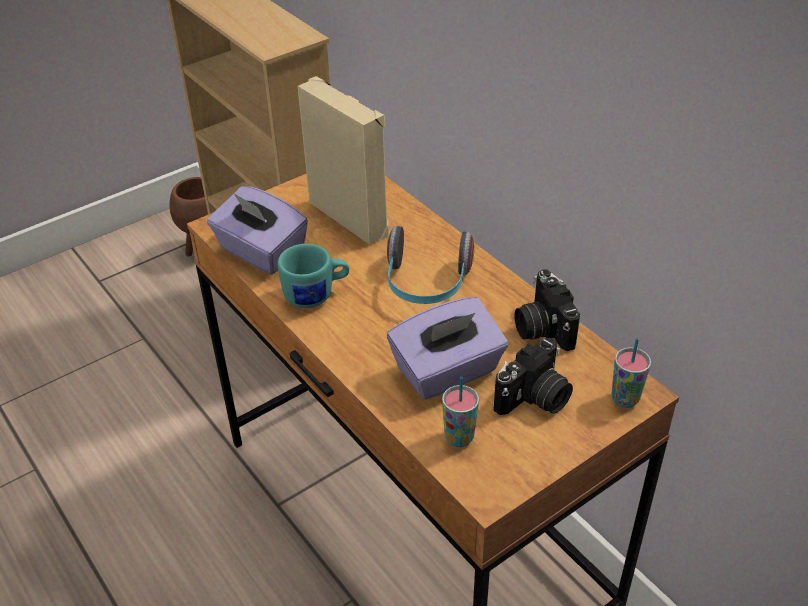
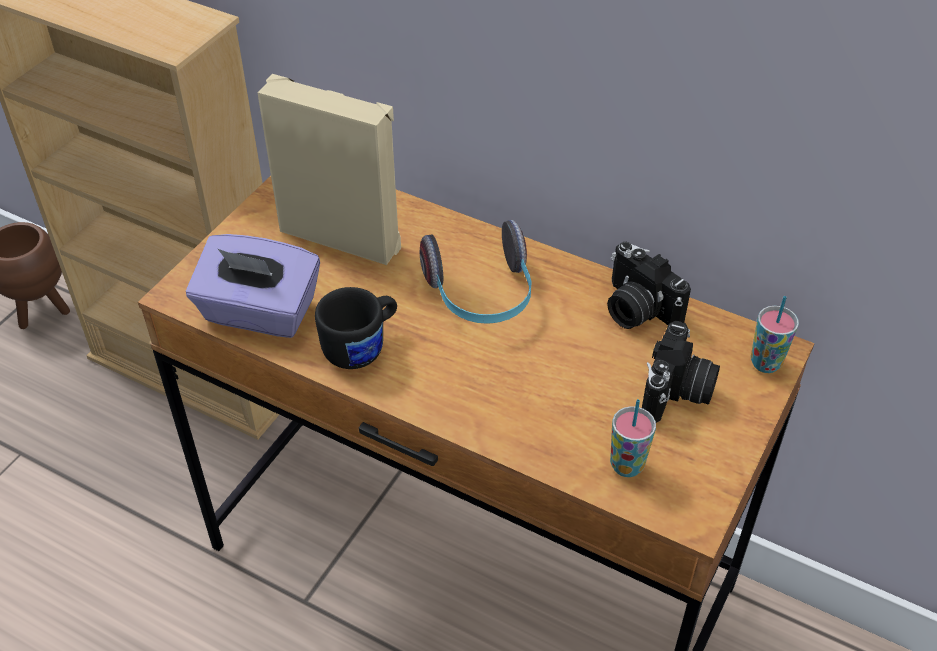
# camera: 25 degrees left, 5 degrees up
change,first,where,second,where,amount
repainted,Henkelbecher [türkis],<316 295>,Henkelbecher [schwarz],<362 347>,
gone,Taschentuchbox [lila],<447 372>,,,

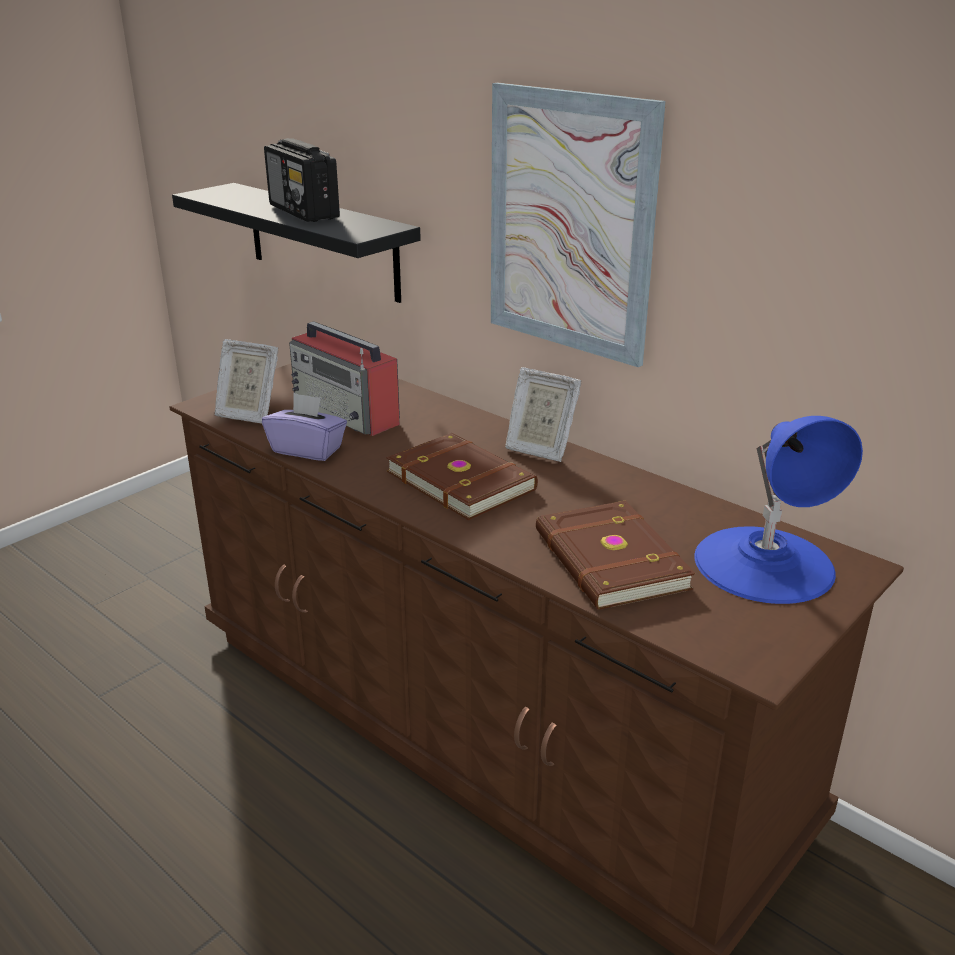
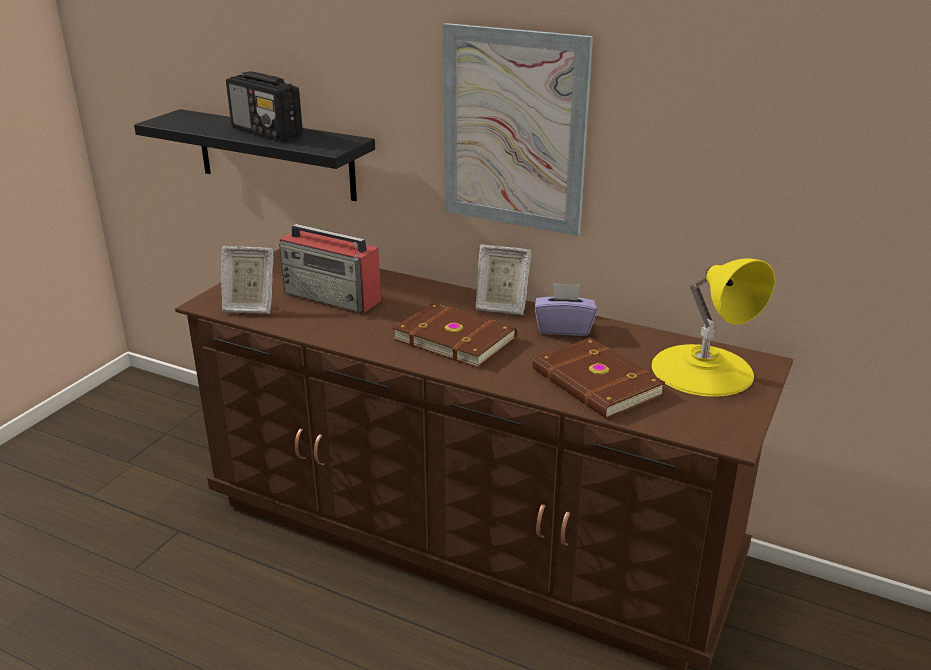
# camera: 15 degrees left, 0 degrees up
change,first,where,second,where,amount
shifted,Taschentuchbox [lila],<307 449>,,<563 328>,
repainted,Tischlampe [blau],<764 563>,Tischlampe [gelb],<702 369>,

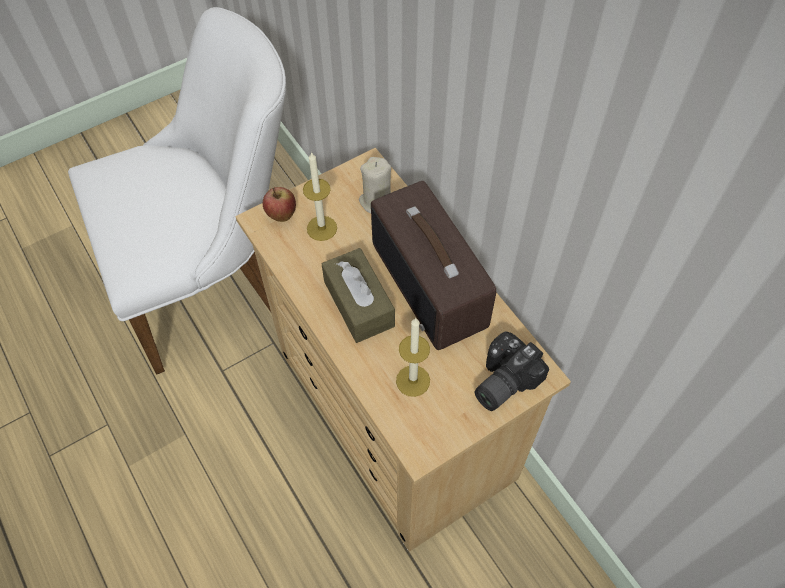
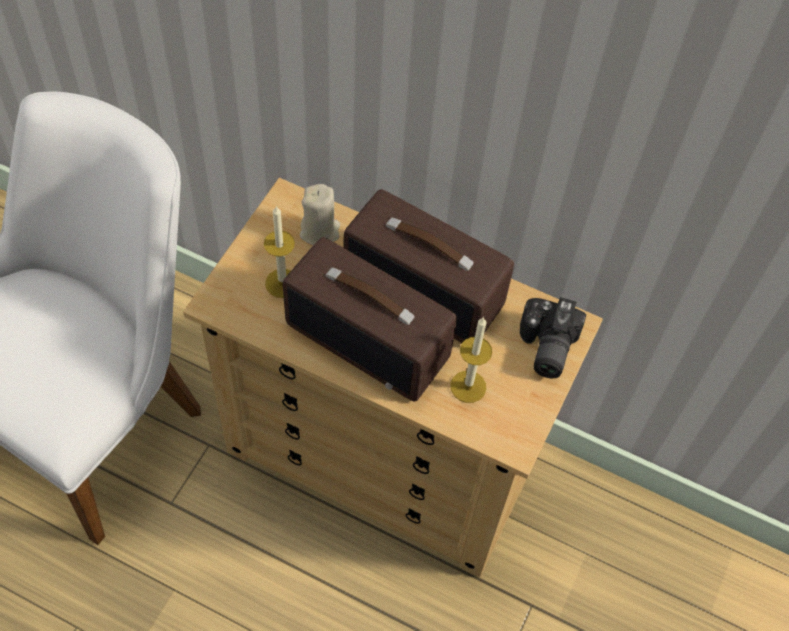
# camera: 35 degrees left, 0 degrees up
change,first,where,second,where,amount
swapped,Taschentuchbox [braun],<359 304>,Radio,<370 340>,
gone,Apfel,<281 216>,,,

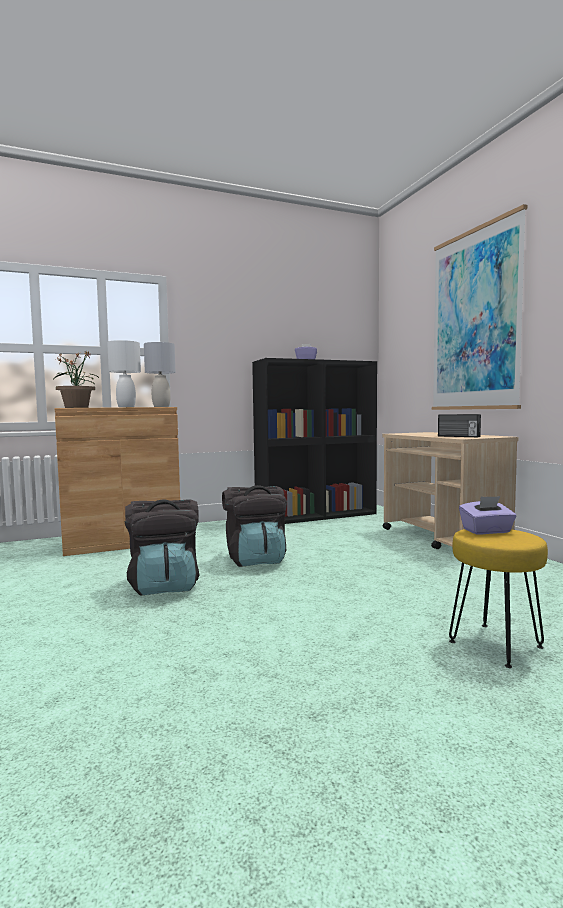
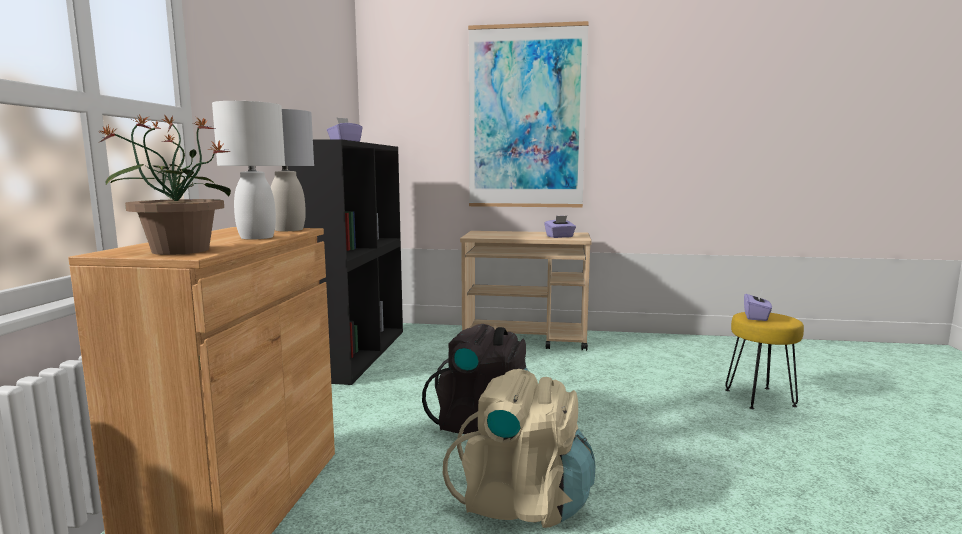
# camera: 60 degrees left, 5 degrees up
change,first,where,second,where,amount
repainted,Rucksack [schwarz],<165 586>,Rucksack [beige],<522 502>,
swapped,Radio,<458 436>,Taschentuchbox [lila],<560 237>,

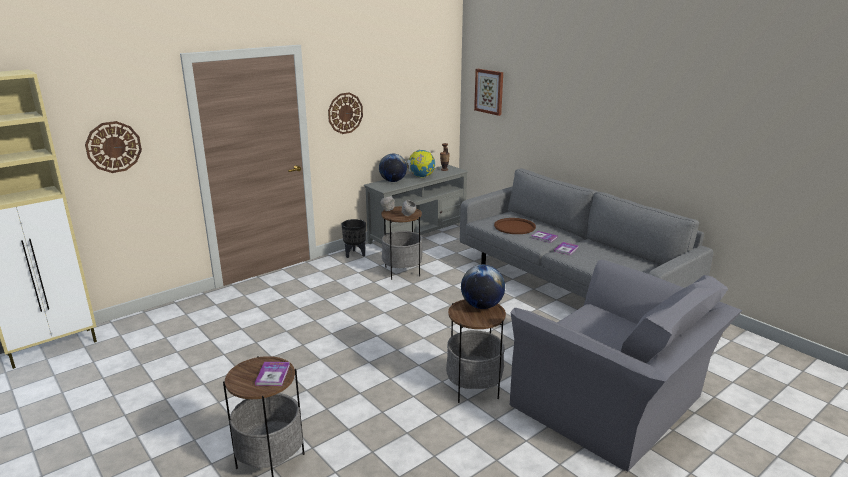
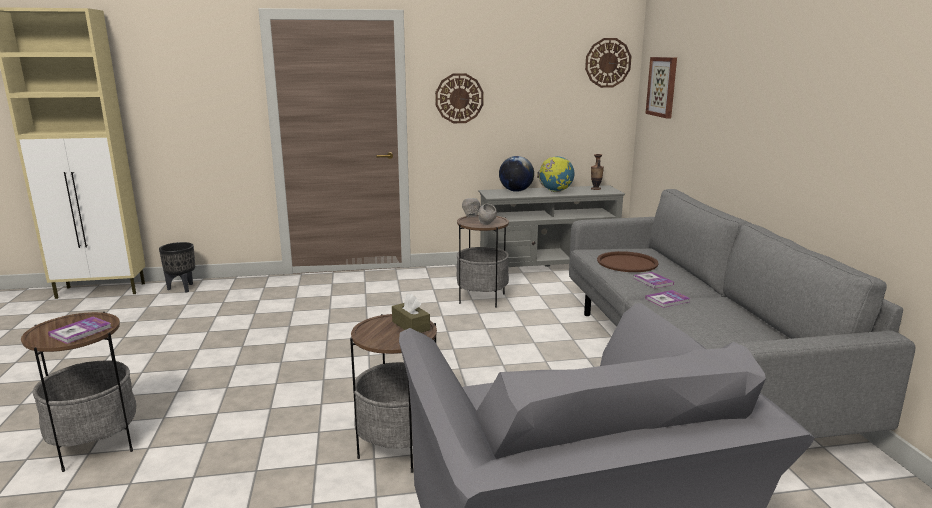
# camera: 30 degrees right, 5 degrees down
change,first,where,second,where,amount
shifted,Pflanzkübel [schwarz],<355 254>,,<182 288>,
swapped,Globus,<482 306>,Taschentuchbox [braun],<410 326>,
shifted,Wanduhr,<113 147>,,<608 63>,

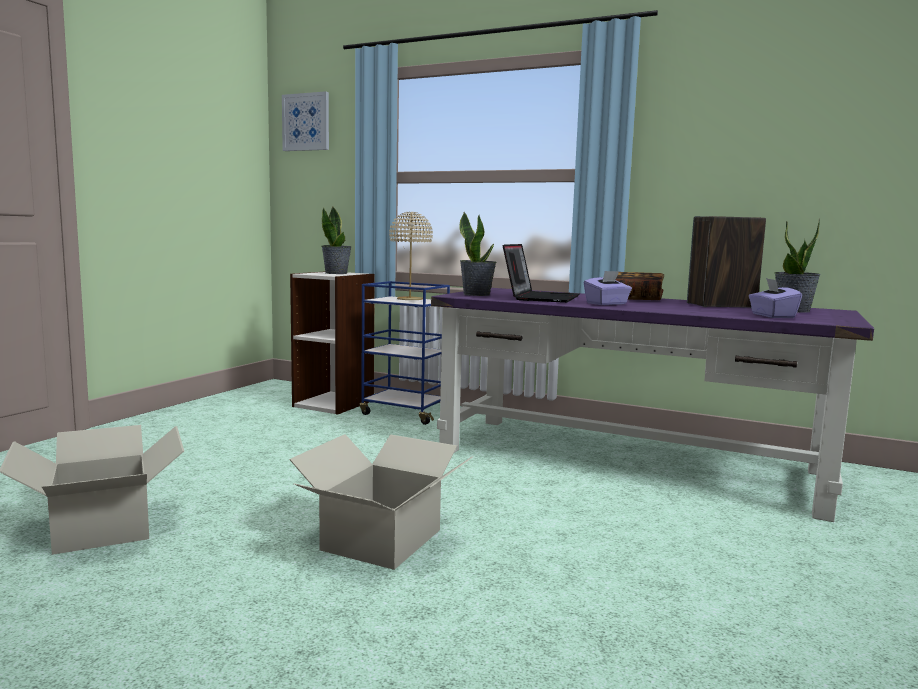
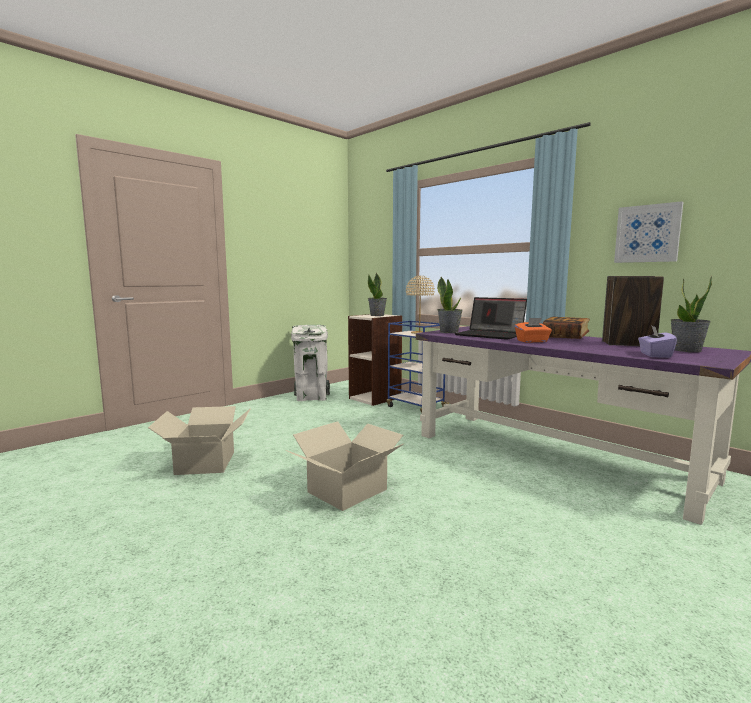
# camera: 20 degrees right, 0 degrees up
change,first,where,second,where,amount
new,,,Mülleimer [weiß],<311 397>,
rotated,Laptop,<540 298>,,<491 335>,90 degrees clockwise
repainted,Taschentuchbox [lila],<606 304>,Taschentuchbox [orange],<532 341>,
shifted,Bild,<306 122>,,<647 233>,

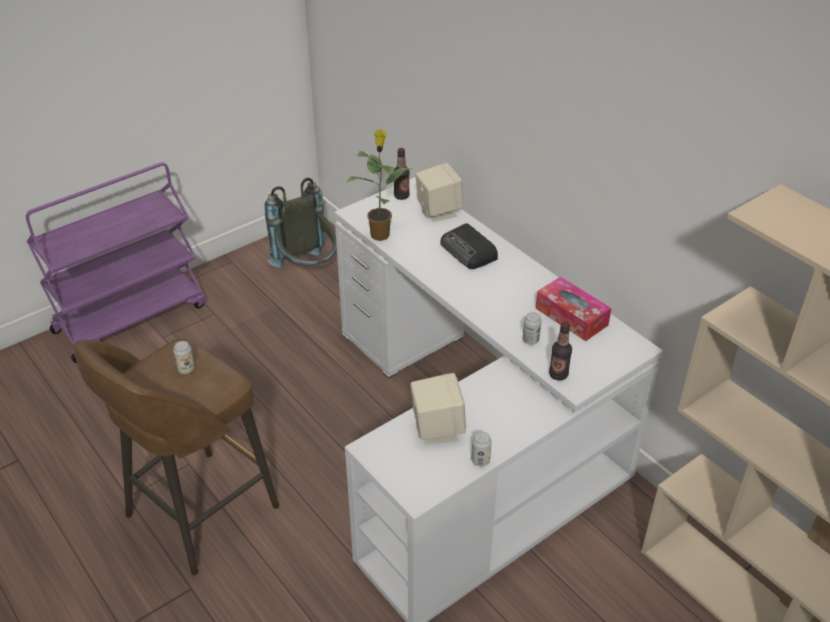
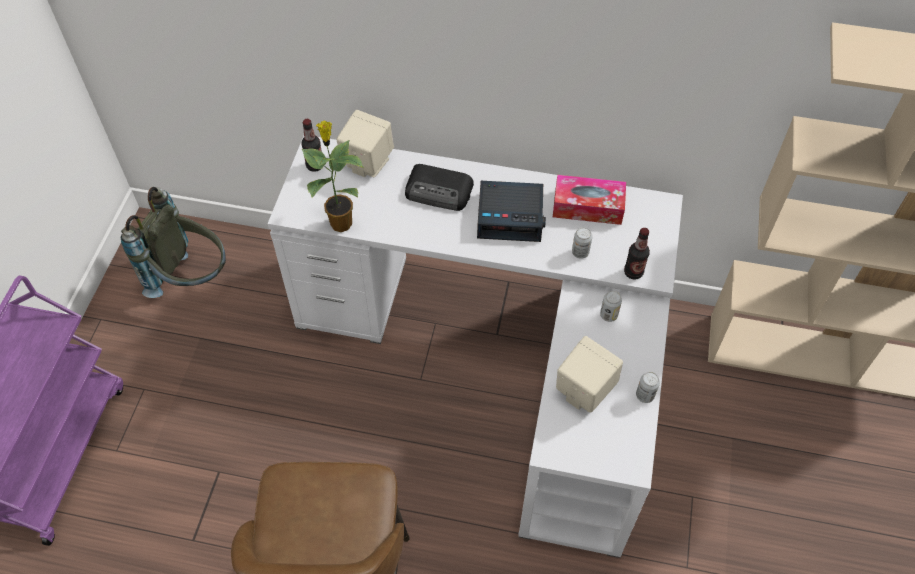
# camera: 40 degrees left, 15 degrees up
change,first,where,second,where,amount
new,,,Wecker,<511 216>,
shifted,Dose,<186 369>,,<608 315>,

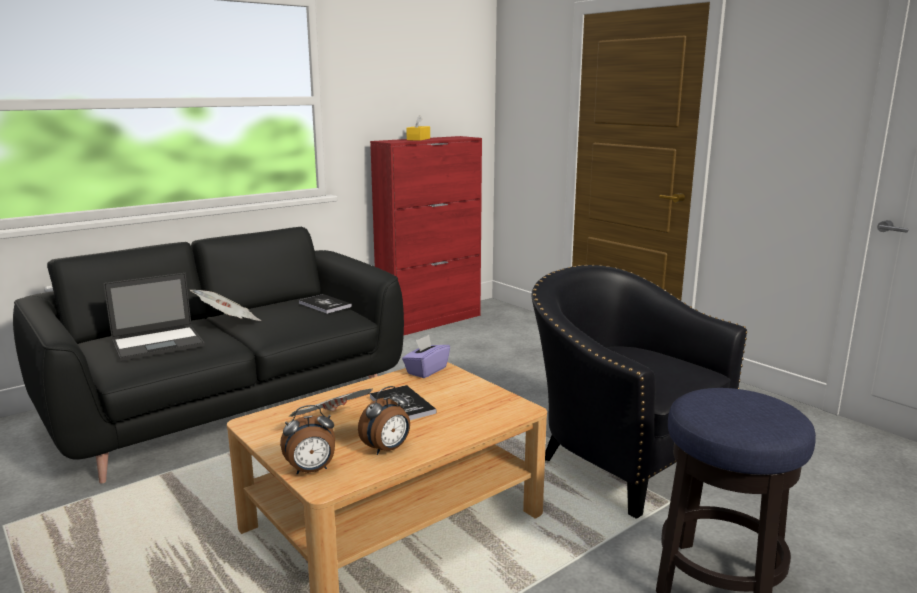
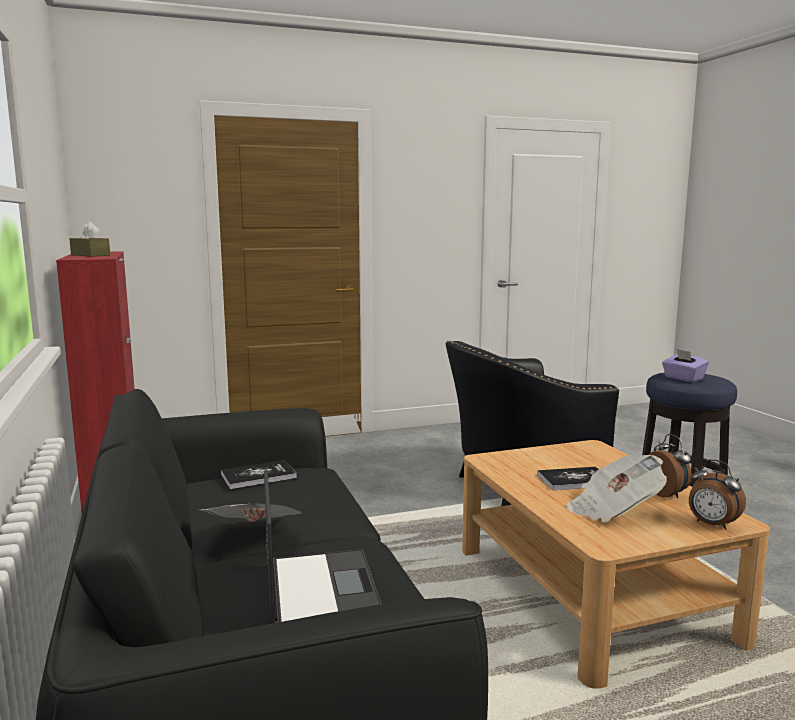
# camera: 70 degrees left, 5 degrees down
change,first,where,second,where,amount
repainted,Taschentuchbox [gelb],<418 139>,Taschentuchbox [braun],<90 255>,
shifted,Taschentuchbox [lila],<426 370>,,<683 378>,
rotated,Wecker,<311 470>,,<712 525>,135 degrees clockwise

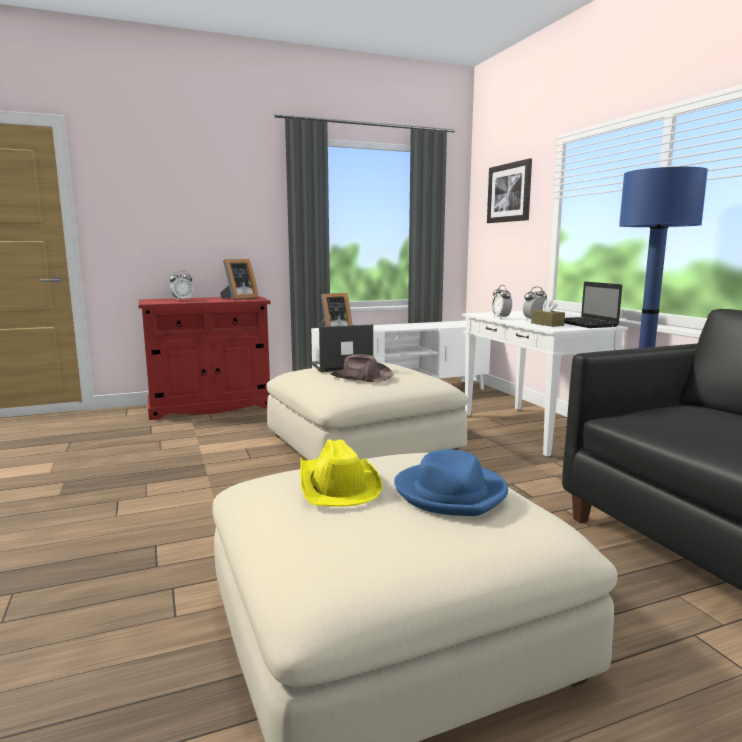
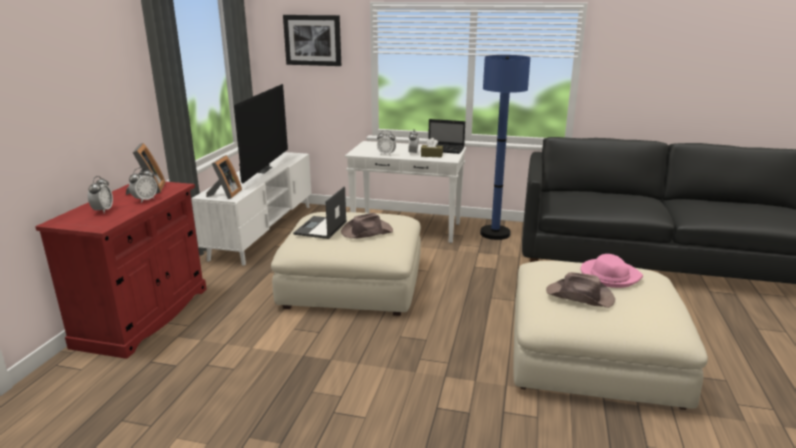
# camera: 55 degrees left, 10 degrees up
change,first,where,second,where,amount
new,,,Wecker,<145 200>,
new,,,Fernseher,<261 169>,
repainted,Hut [gelb],<336 485>,Hut [braun],<580 296>,
repainted,Hut [blau],<451 493>,Hut [rosa],<609 275>,

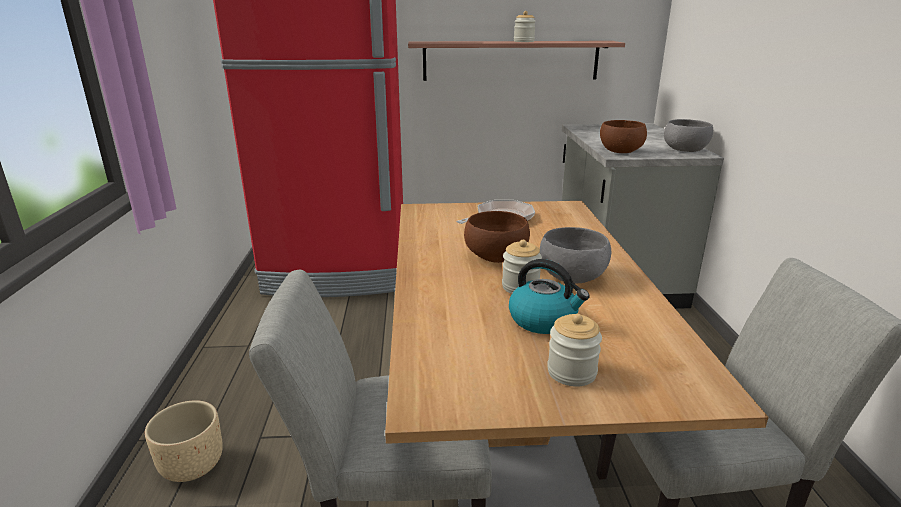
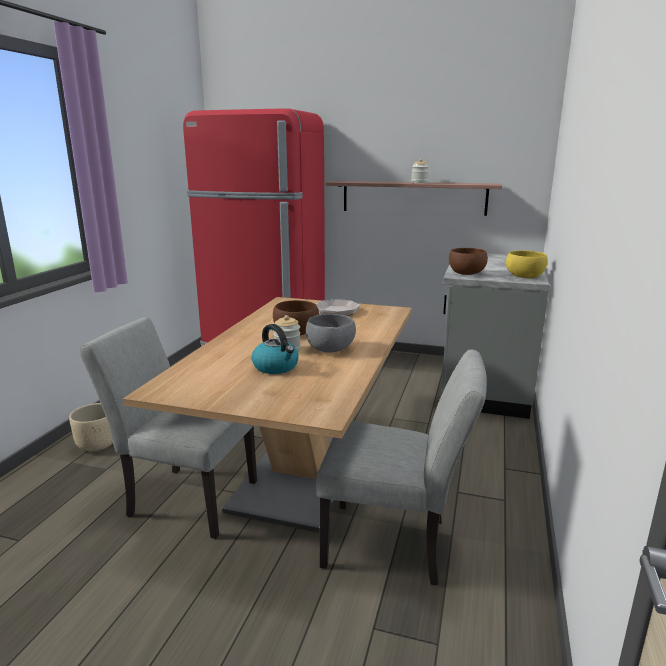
# camera: 20 degrees right, 5 degrees down
change,first,where,second,where,amount
repainted,Schüssel [grau],<684 150>,Schüssel [gelb],<524 276>,
gone,Vorratsglas,<571 372>,,,

